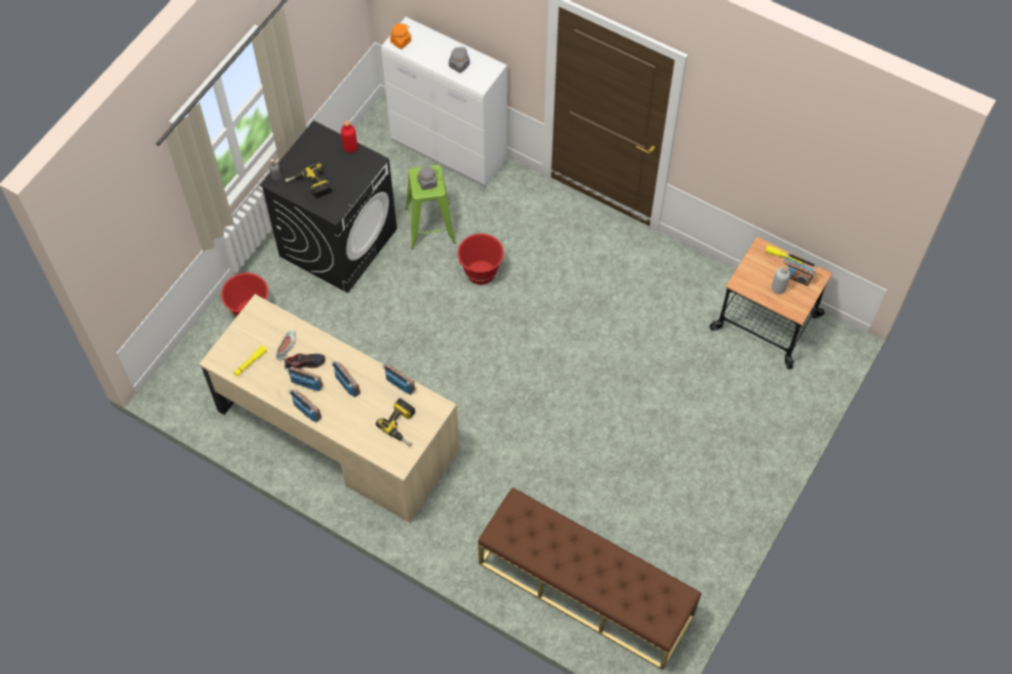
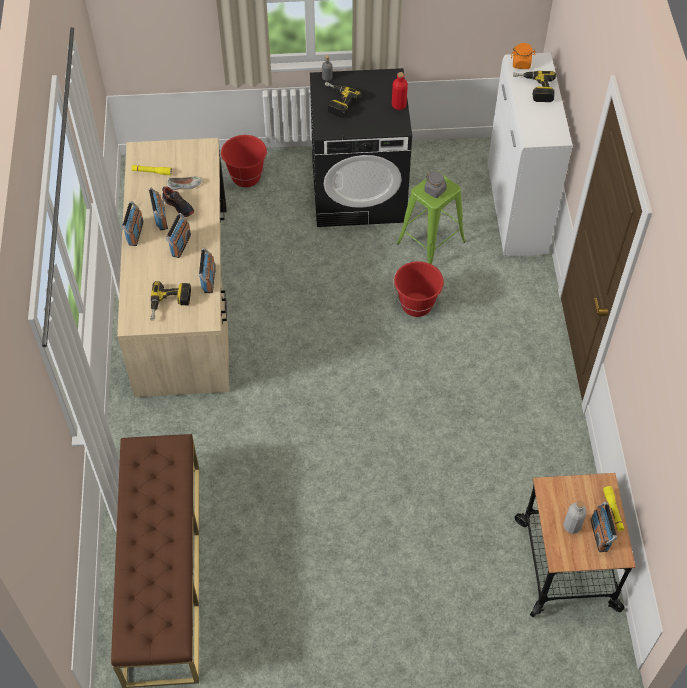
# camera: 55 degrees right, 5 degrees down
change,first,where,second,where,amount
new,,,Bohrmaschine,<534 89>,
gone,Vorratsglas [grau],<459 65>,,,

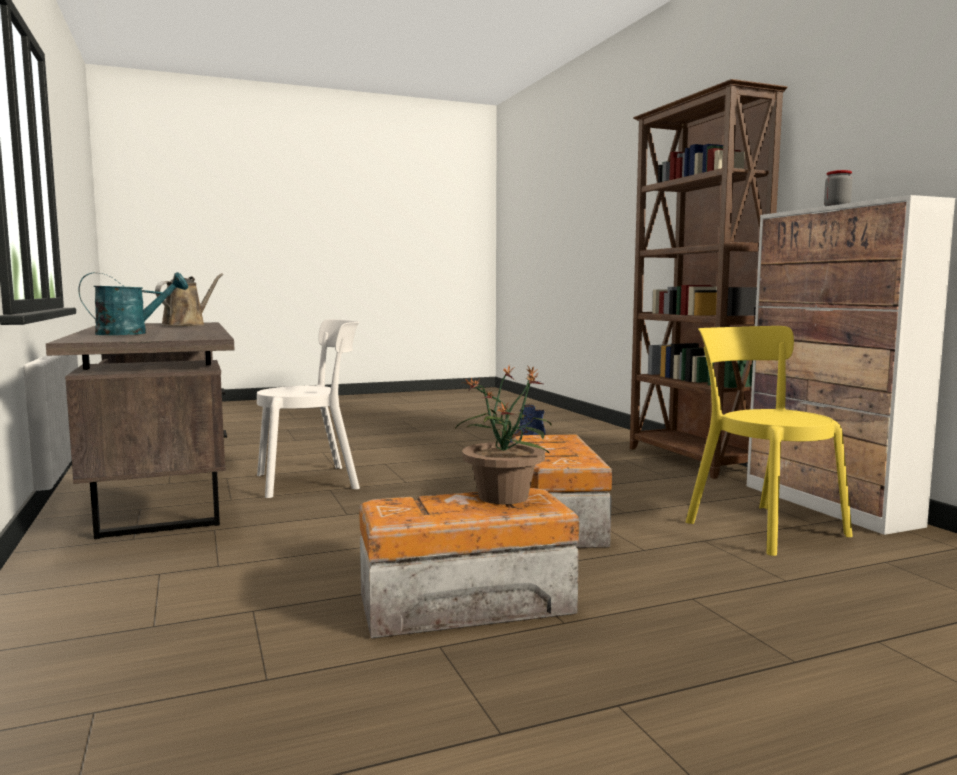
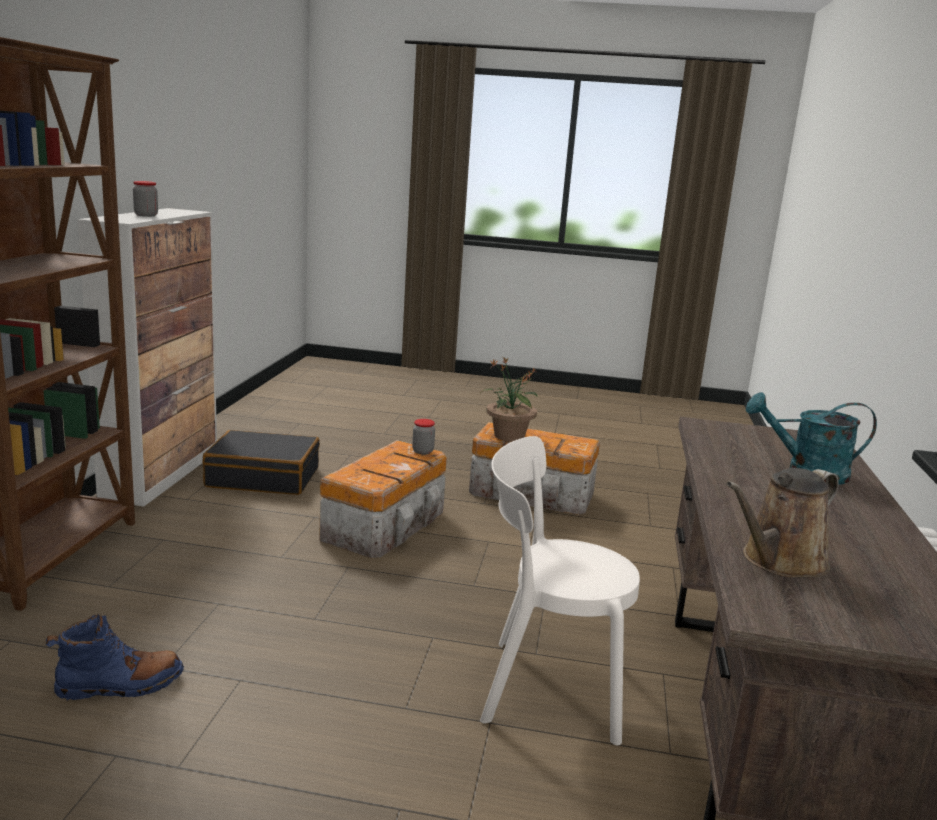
# camera: 150 degrees left, 10 degrees up
change,first,where,second,where,amount
swapped,Stuhl [gelb],<760 526>,Koffer [schwarz],<263 477>,
new,,,Vorratsglas,<422 451>,

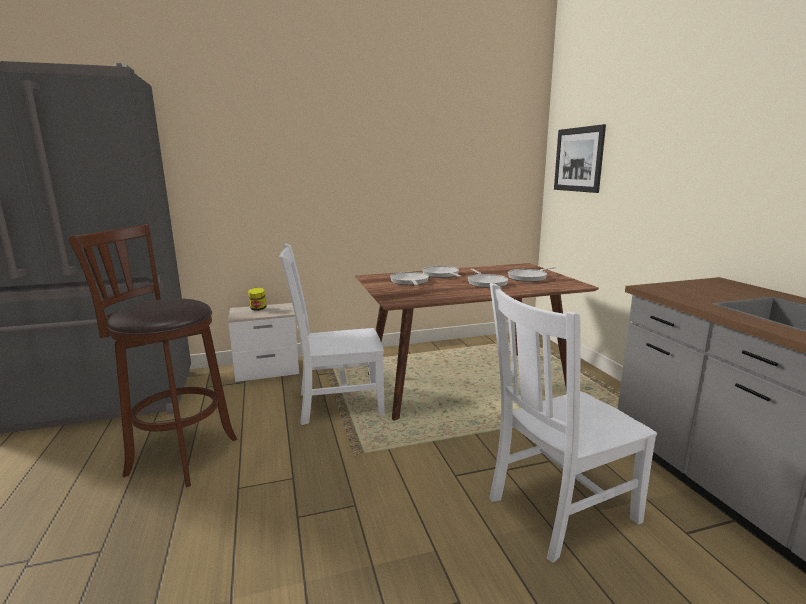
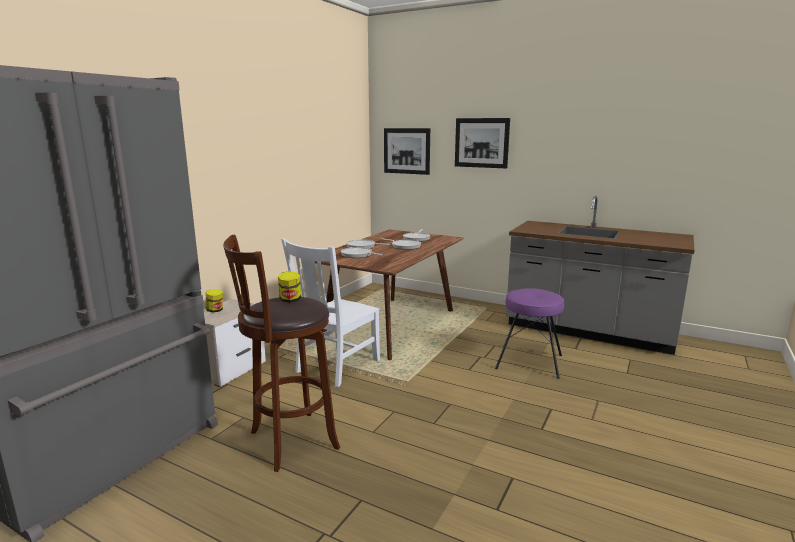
# camera: 45 degrees left, 0 degrees up
change,first,where,second,where,amount
new,,,Vorratsglas,<290 300>,
new,,,Bild,<481 143>,
swapped,Stuhl [weiß],<558 511>,Hocker [lila],<529 362>,

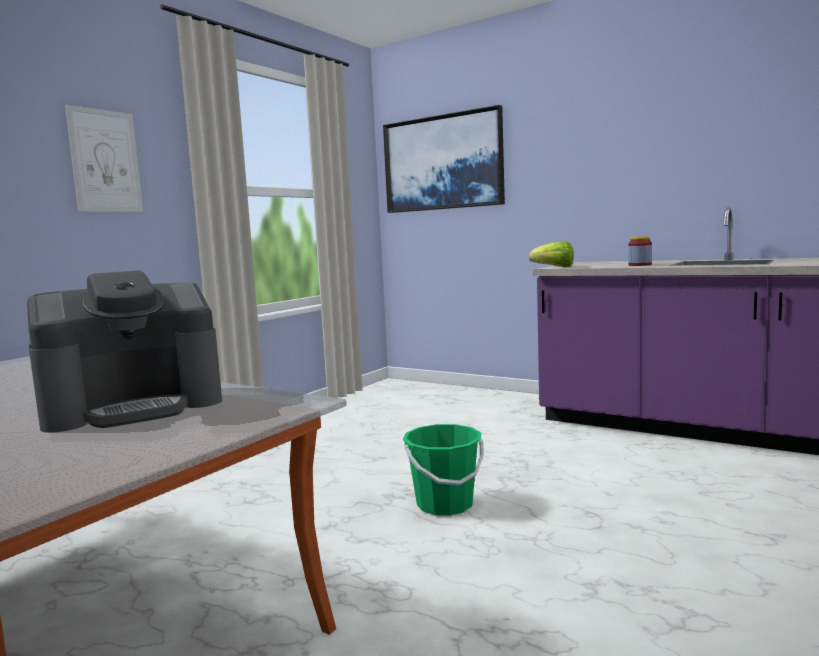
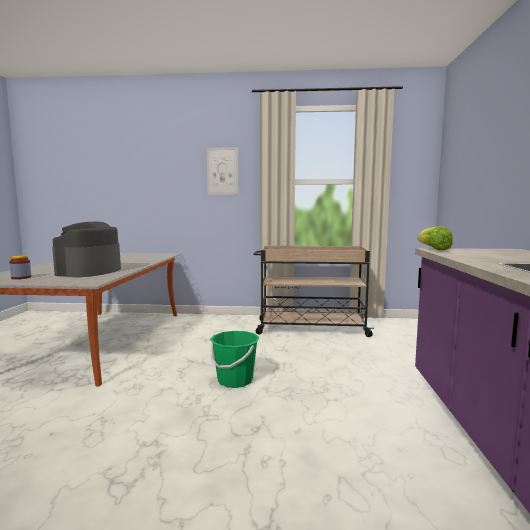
# camera: 60 degrees right, 0 degrees up
change,first,where,second,where,amount
shifted,Vorratsglas,<640 265>,,<21 277>,
rotated,Kaffeemaschine,<134 406>,,<89 271>,75 degrees clockwise
new,,,Rollwagen [beige],<310 328>,
gone,Bild,<443 163>,,,

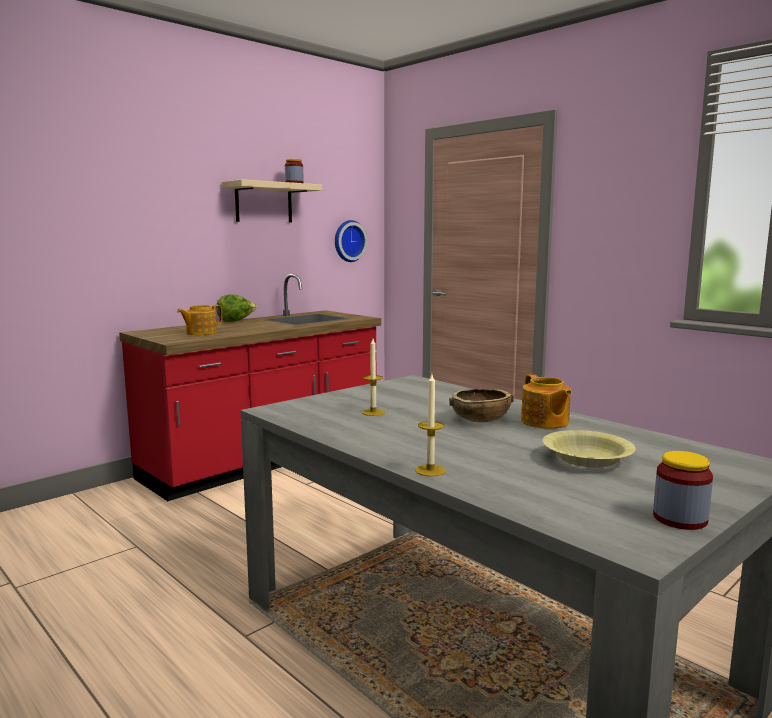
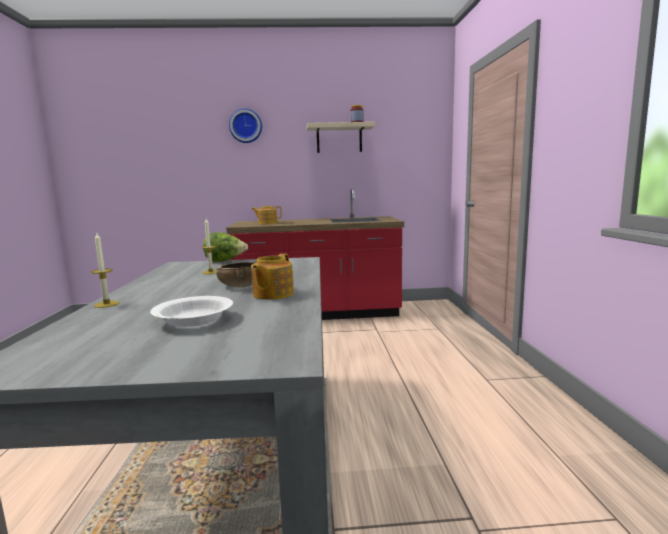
# camera: 40 degrees right, 0 degrees up
change,first,where,second,where,amount
repainted,Schüssel [gelb],<586 460>,Schüssel [weiß],<193 320>,
shifted,Salatkopf,<236 321>,,<225 261>,
shifted,Wanduhr,<348 241>,,<246 126>,
gone,Vorratsglas,<680 518>,,,

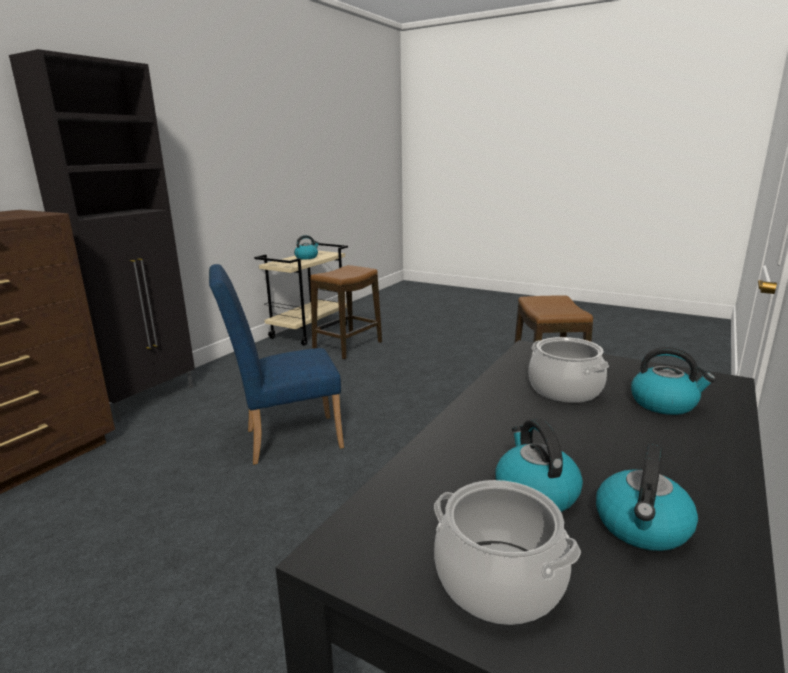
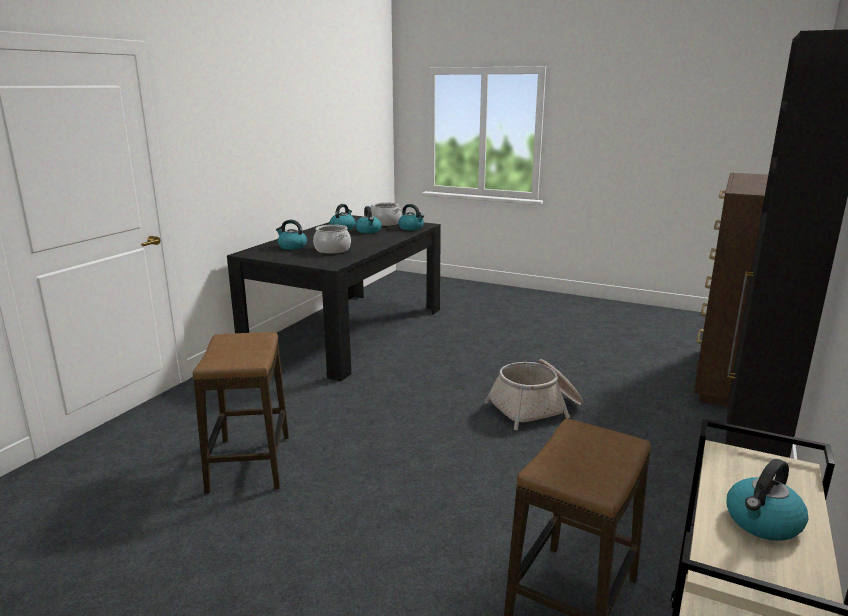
# camera: 175 degrees right, 0 degrees up
change,first,where,second,where,amount
new,,,Wasserkessel,<411 228>,
swapped,Stuhl [blau],<285 439>,Korb,<536 408>,

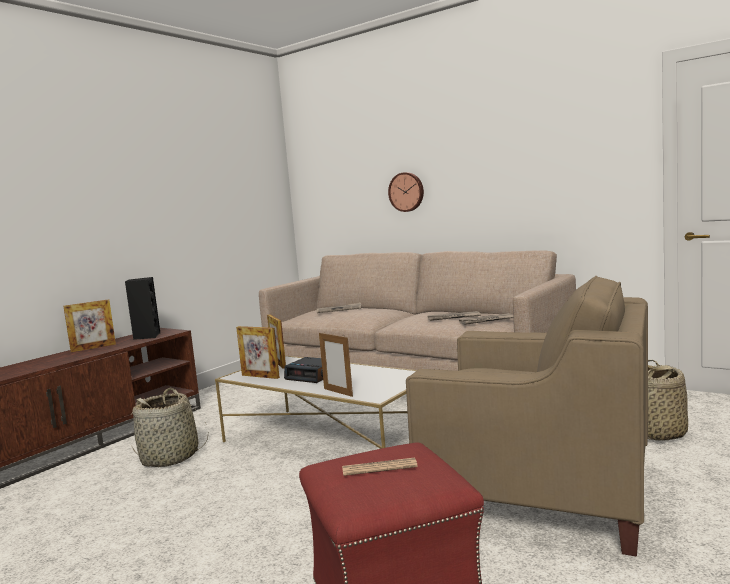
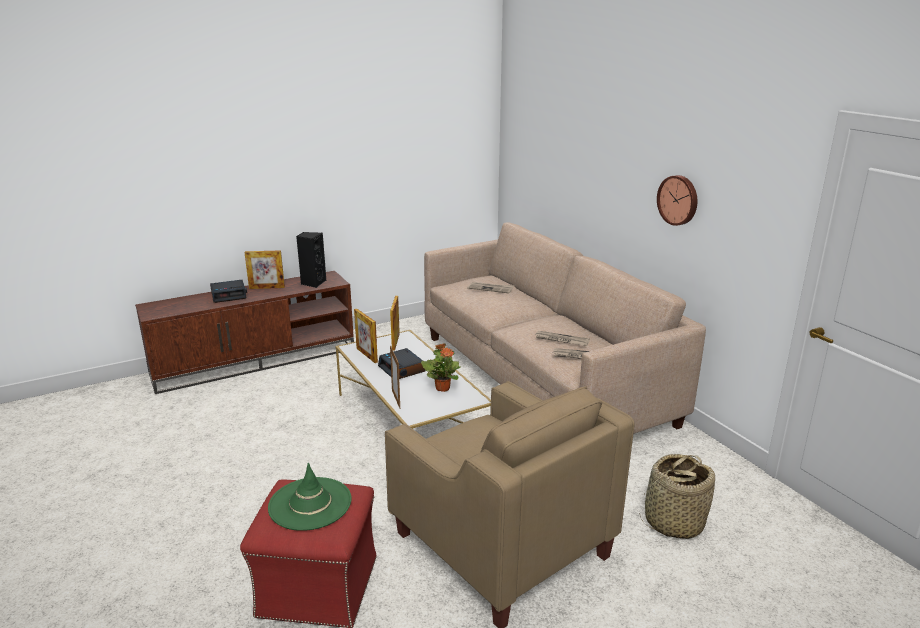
# camera: 25 degrees right, 15 degrees up
change,first,where,second,where,amount
new,,,Wecker,<229 295>,
swapped,Zeitung,<379 468>,Hut [grün],<310 504>,
new,,,Topfpflanze,<442 388>,
shifted,Wanduhr,<406 192>,,<678 200>,
gone,Korb,<170 457>,,,

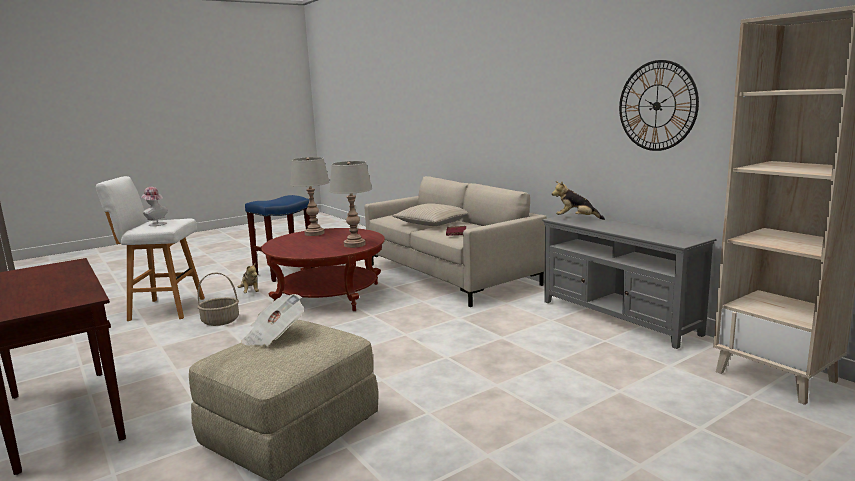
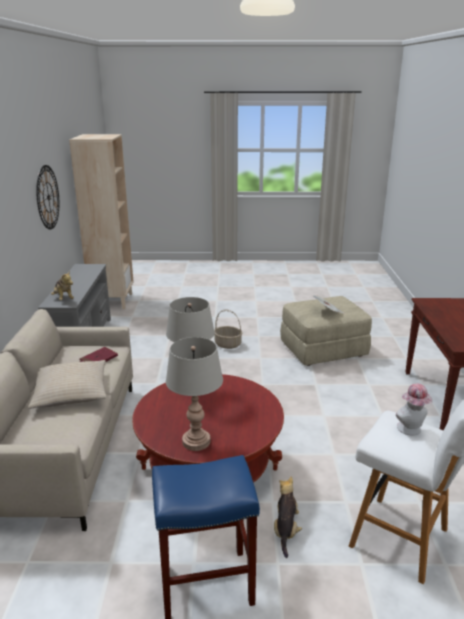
# camera: 145 degrees left, 10 degrees up
change,first,where,second,where,amount
shifted,Korb,<220 321>,,<228 344>,

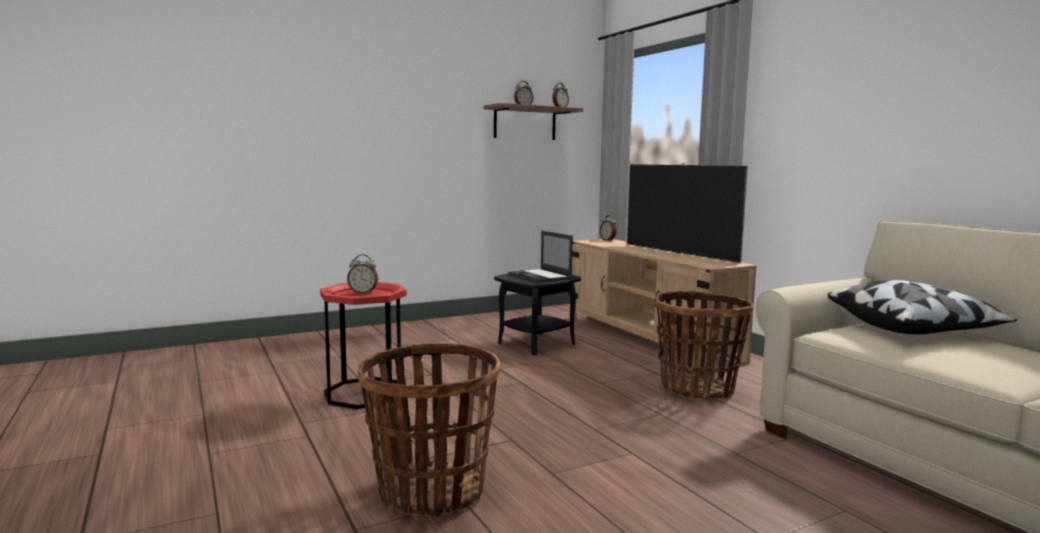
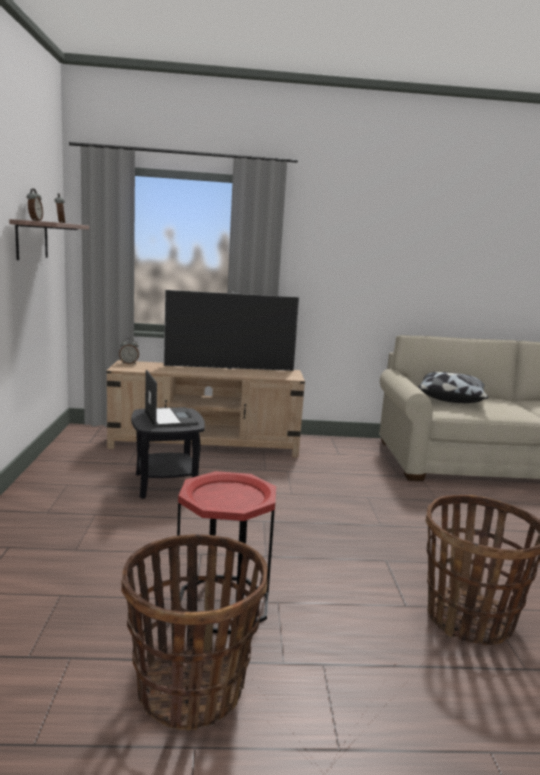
# camera: 65 degrees left, 5 degrees up
change,first,where,second,where,amount
shifted,Korb,<697 389>,,<191 689>,
rotated,Laptop,<540 276>,,<170 417>,105 degrees counterclockwise
gone,Wecker,<363 293>,,,

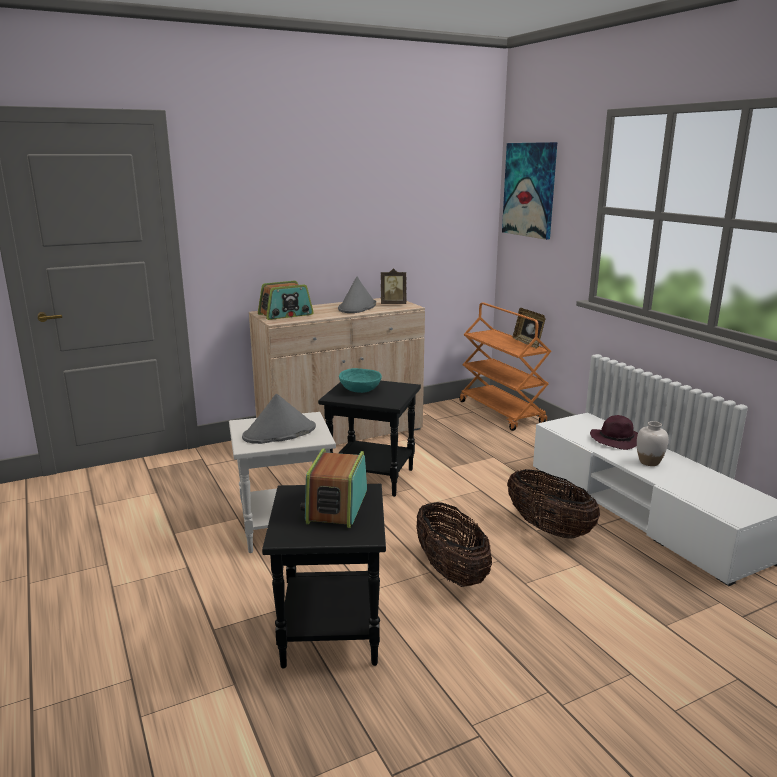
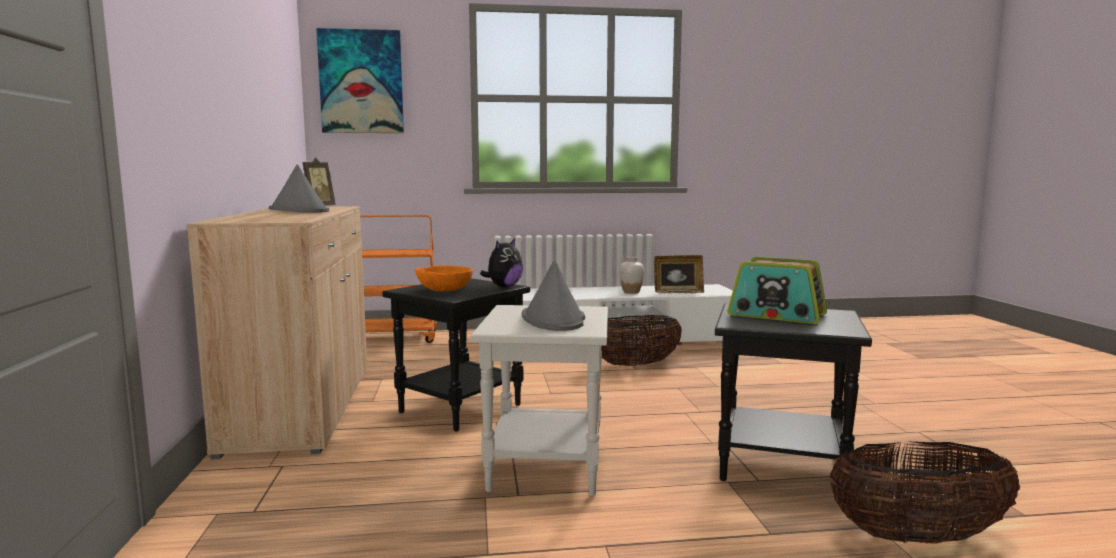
# camera: 70 degrees left, 10 degrees down
change,first,where,second,where,amount
repainted,Schüssel [türkis],<360 389>,Schüssel [orange],<444 290>,
new,,,Plüschtier,<503 287>,
shifted,Bilderrahmen,<528 343>,,<678 292>,
shifted,Korb,<451 571>,,<917 537>,
gone,Radio,<286 314>,,,
gone,Hut [lila],<617 440>,,,

